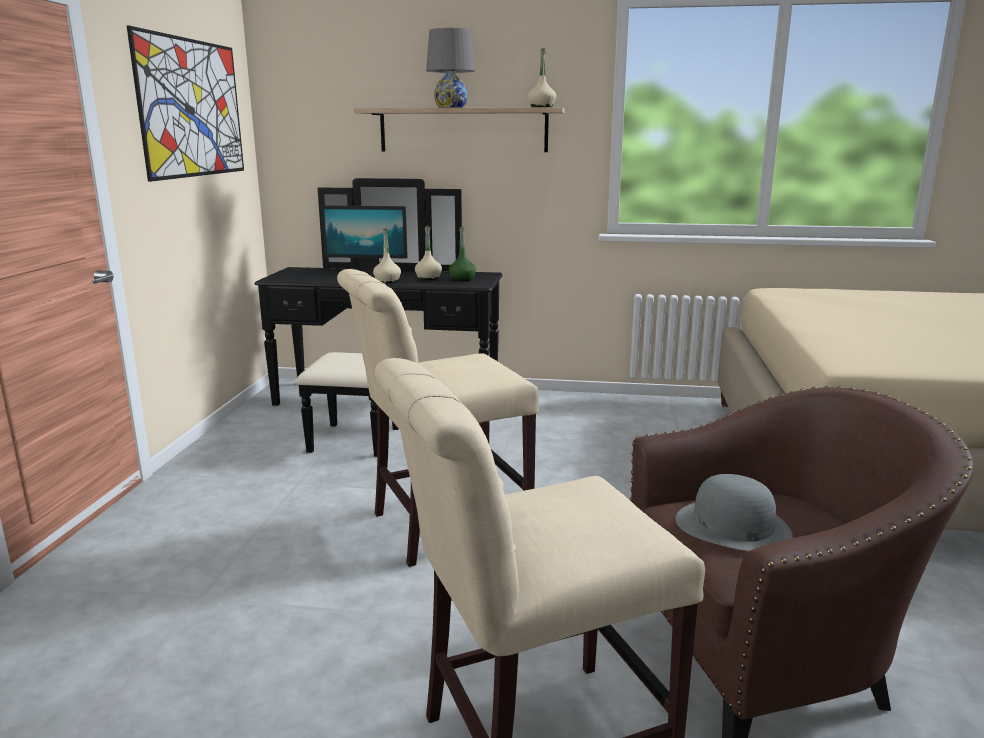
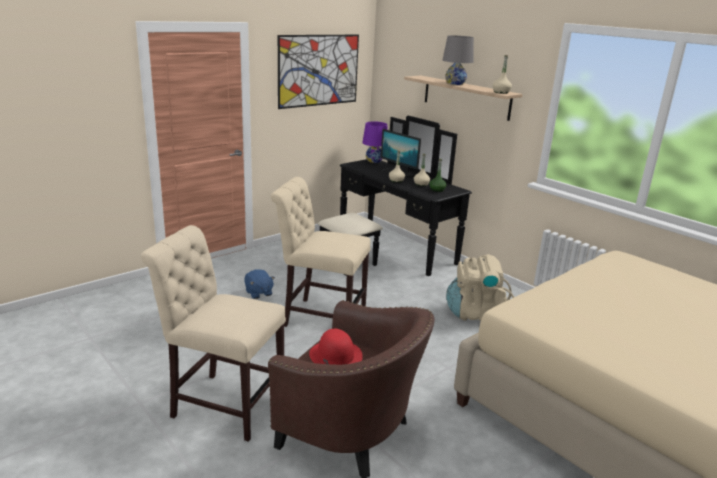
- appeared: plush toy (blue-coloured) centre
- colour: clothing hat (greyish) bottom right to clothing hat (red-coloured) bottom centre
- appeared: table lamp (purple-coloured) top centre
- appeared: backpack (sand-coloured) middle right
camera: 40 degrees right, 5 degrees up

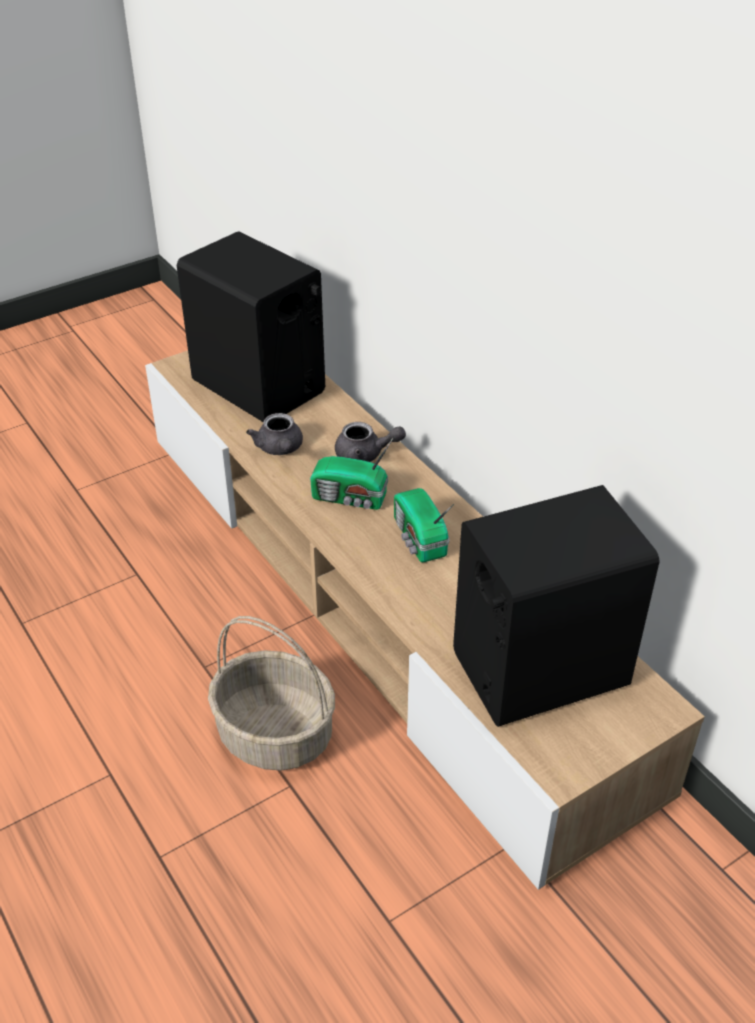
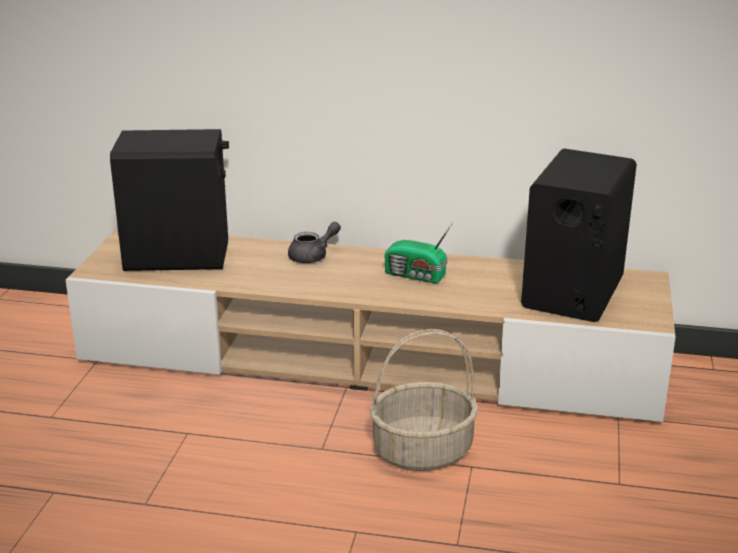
- missing: tea pot (greyish) (no. 1 from left) centre
- missing: radio set (no. 1 from left) centre
camera: 45 degrees left, 15 degrees down

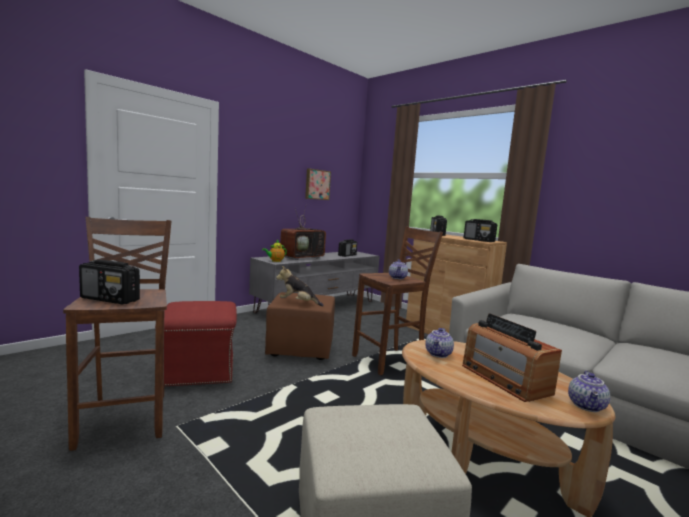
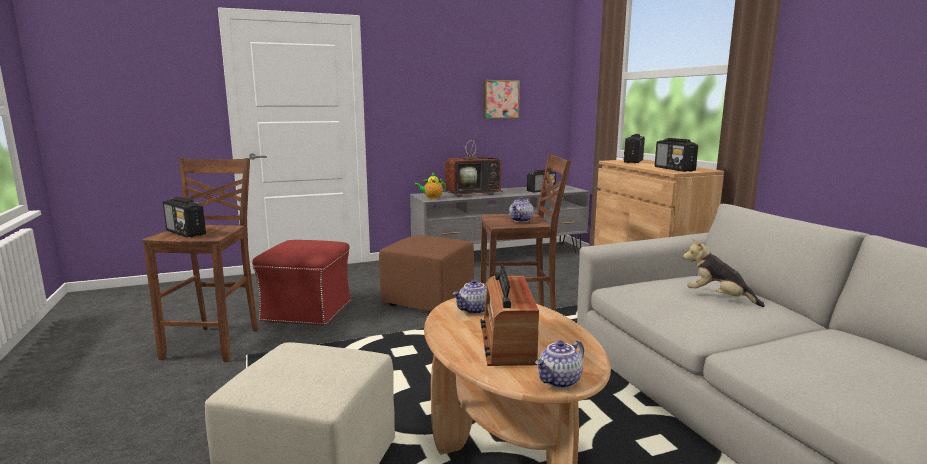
- relocated: plush toy centre to middle right
camera: 25 degrees right, 5 degrees up

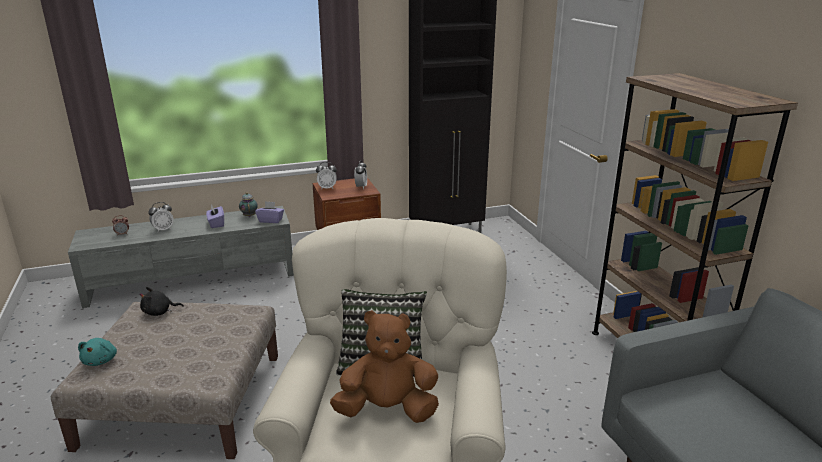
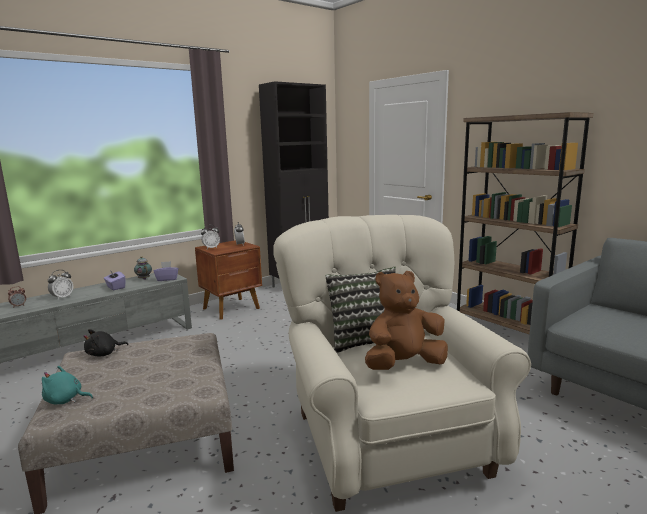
- spun: plush toy (turquoise) bottom left = bottom left 120 degrees clockwise
camera: 20 degrees left, 10 degrees down

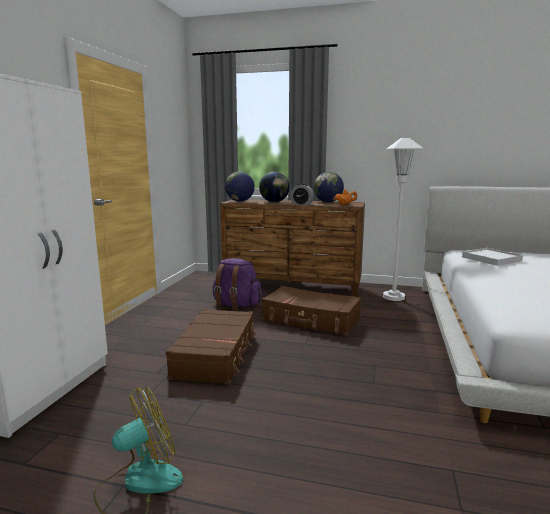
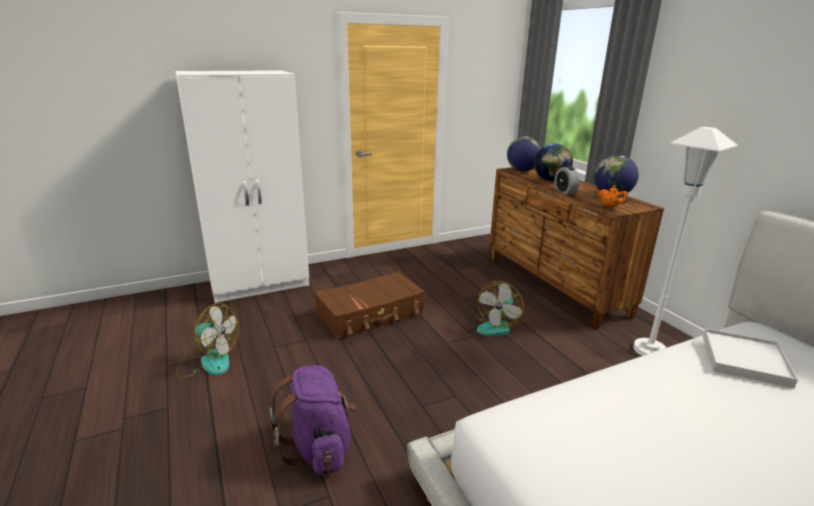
- relocated: backpack (purple-coloured) centre to bottom centre
- exchanged: piece of luggage (brown) (no. 2 from left) centre to cooling fan (no. 2 from left) centre
camera: 50 degrees right, 10 degrees up

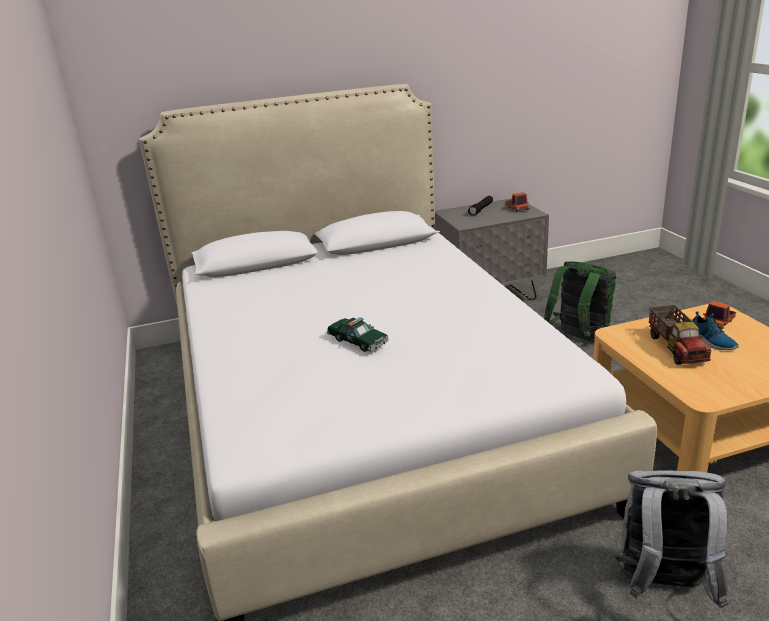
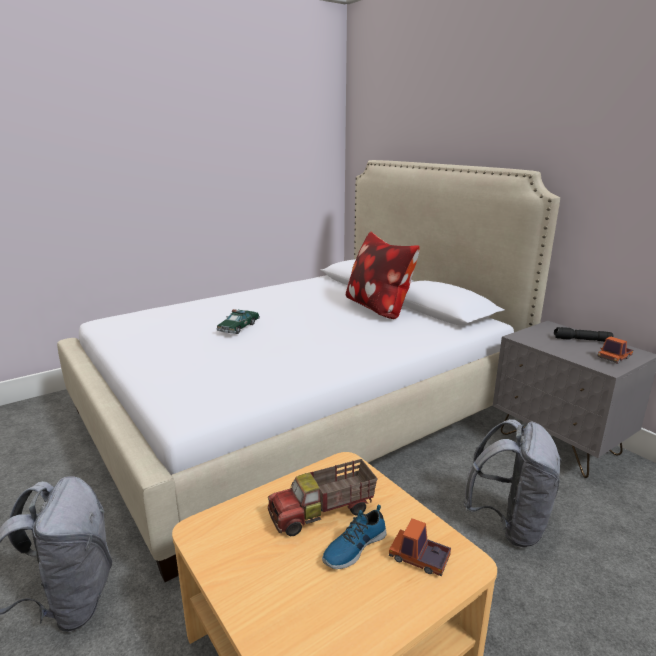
- appeared: throw pillow centre
- colour: backpack (greenish) middle right to backpack (greyish) (no. 2 from left) bottom right
camera: 70 degrees right, 5 degrees down

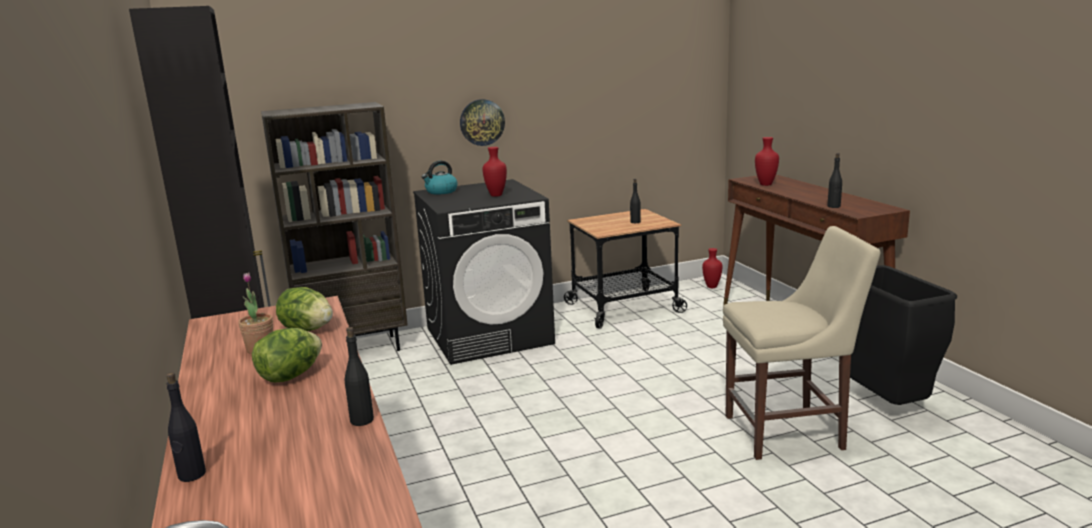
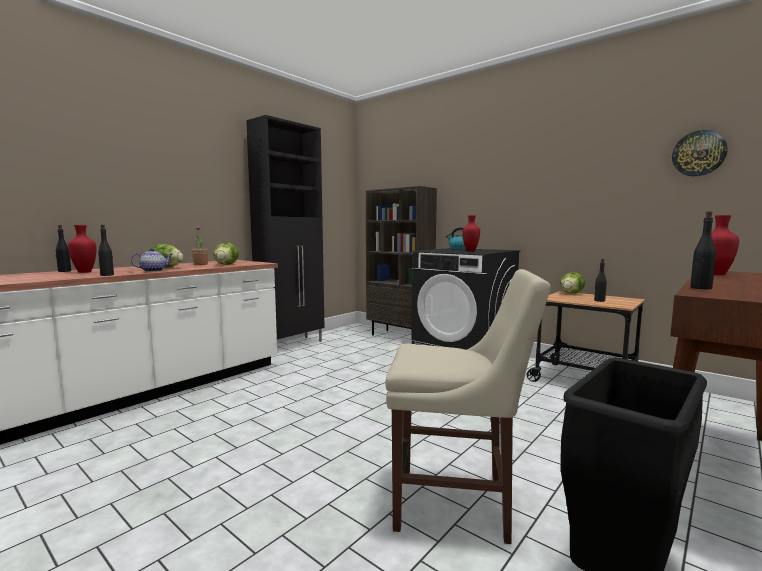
- relocated: vase (red-coloured) (no. 2 from left in the first image) centre to vase (red-coloured) (no. 1 from left) middle left
- appeared: tea pot middle left
- spun: upright chair (sand-coloured) middle right = bottom centre 45 degrees counterclockwise
- appeared: head of lettuce (no. 3 from left) middle right
- relocated: clock on the wall top centre to top right
camera: 60 degrees right, 10 degrees down

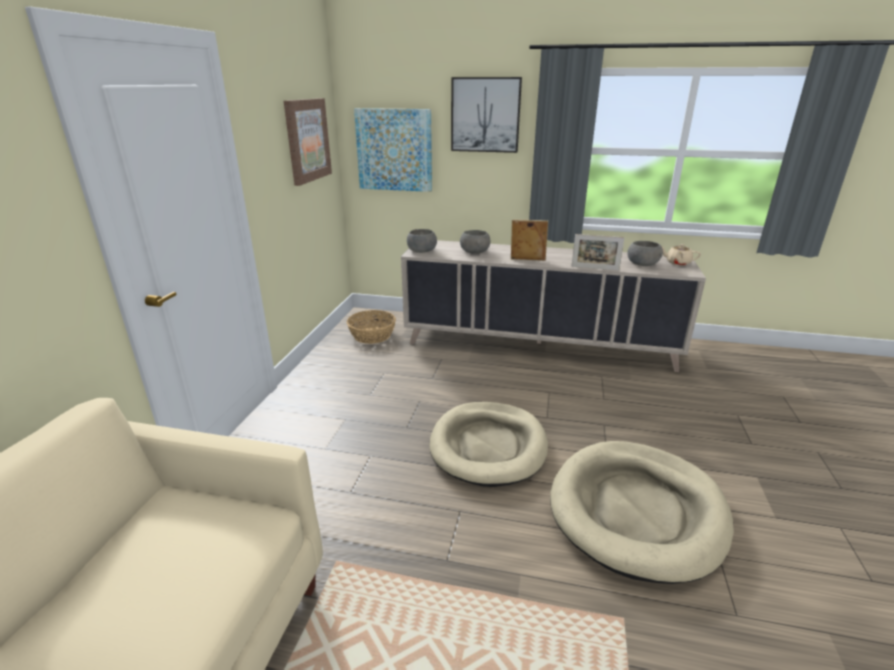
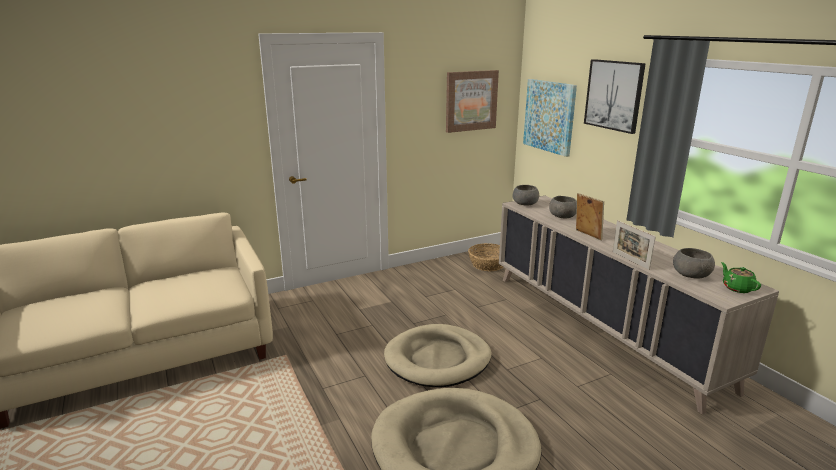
- colour: tea pot (sand-coloured) middle right to tea pot (greenish) middle right
camera: 50 degrees right, 5 degrees down

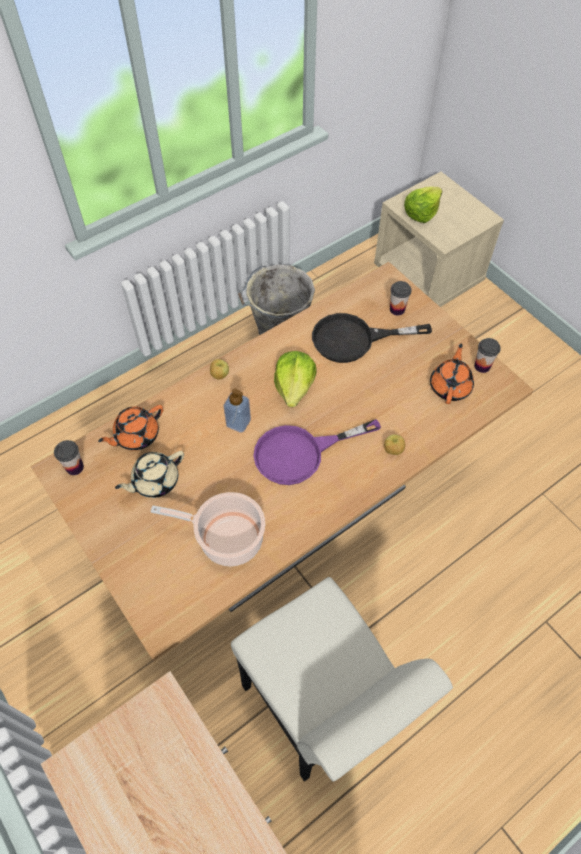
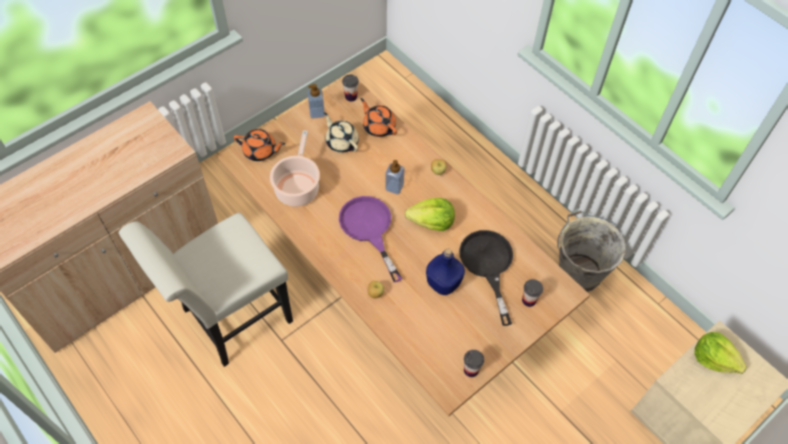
- relocated: tea pot (orange) (no. 2 from left in the first image) middle right to tea pot (orange) (no. 1 from left) top left
- appeared: soap bottle (no. 1 from left) top centre
- appeared: beverage bottle (blue-coloured) centre
camera: 85 degrees right, 0 degrees up

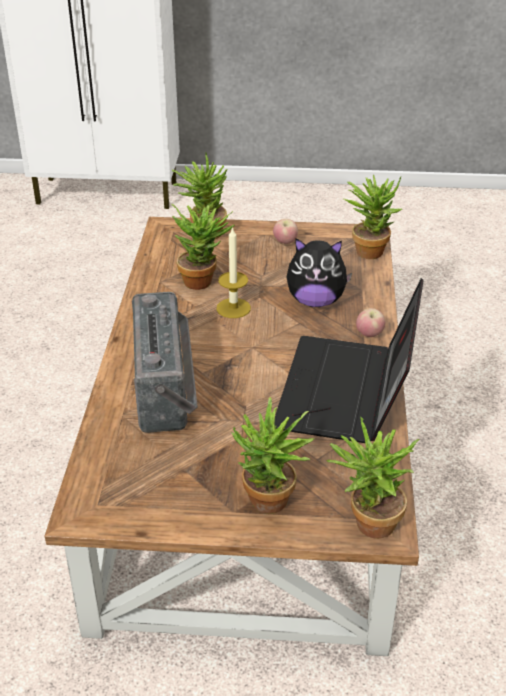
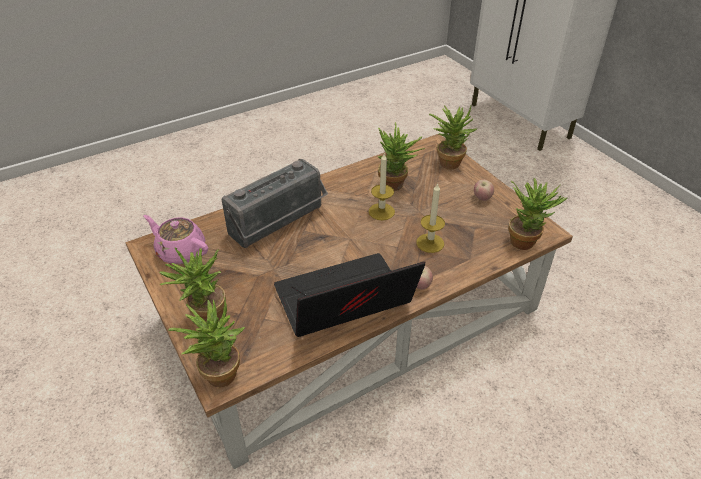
- appeared: tea pot (pink-coloured) middle left
- exchanged: plush toy centre to wax candle (no. 2 from left) centre
camera: 55 degrees right, 5 degrees up

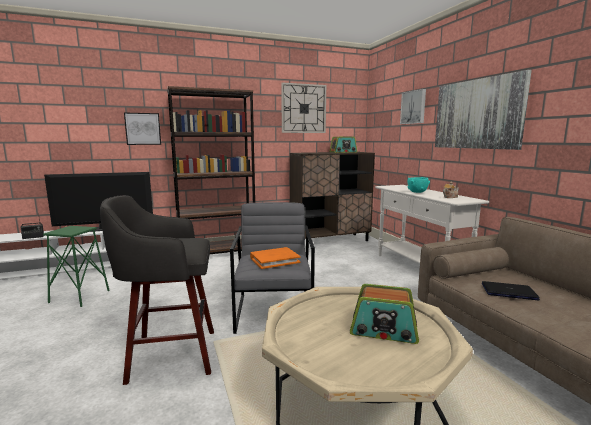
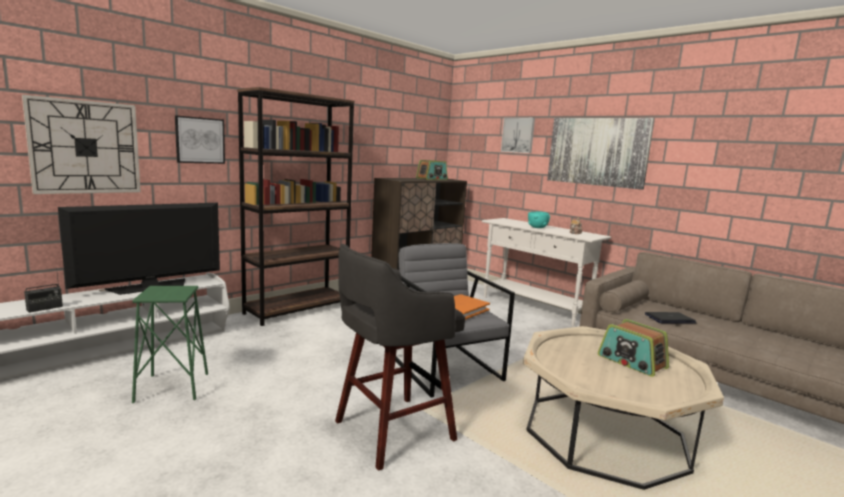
- relocated: clock on the wall top centre to top left
- spun: radio set (no. 3 from left) bottom centre = bottom right 60 degrees clockwise
camera: 25 degrees left, 0 degrees up

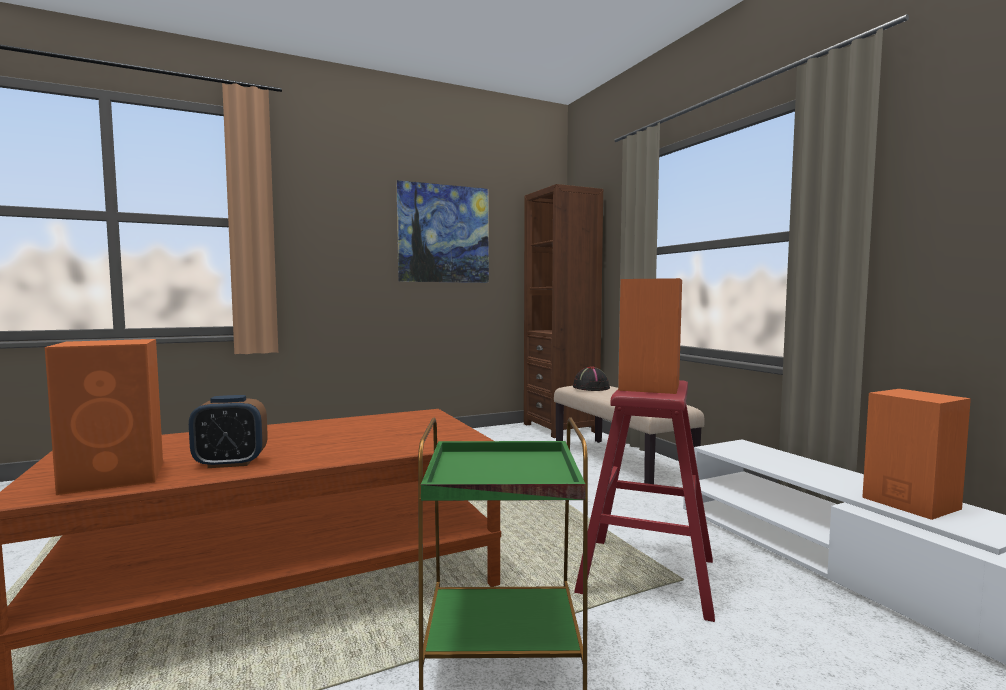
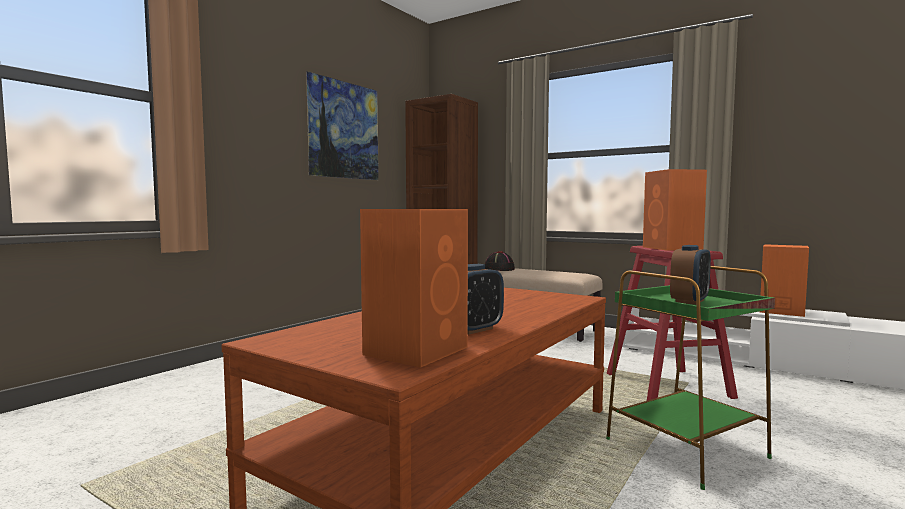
- appeared: table clock (no. 2 from left) middle right
camera: 30 degrees left, 0 degrees up

